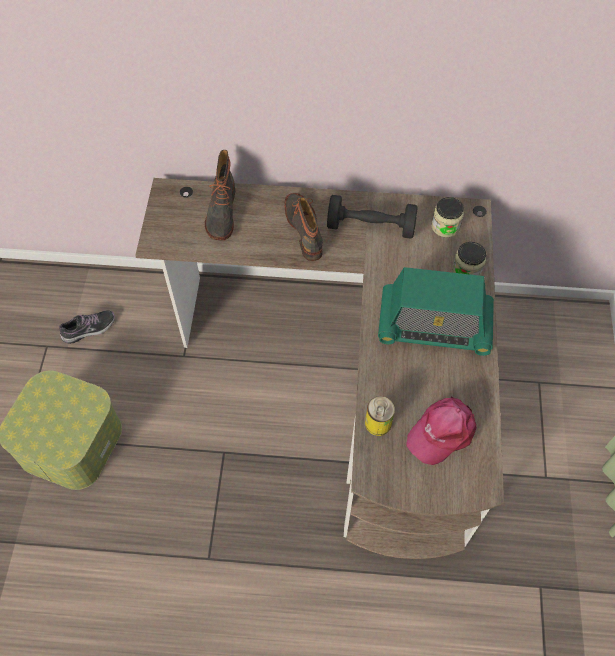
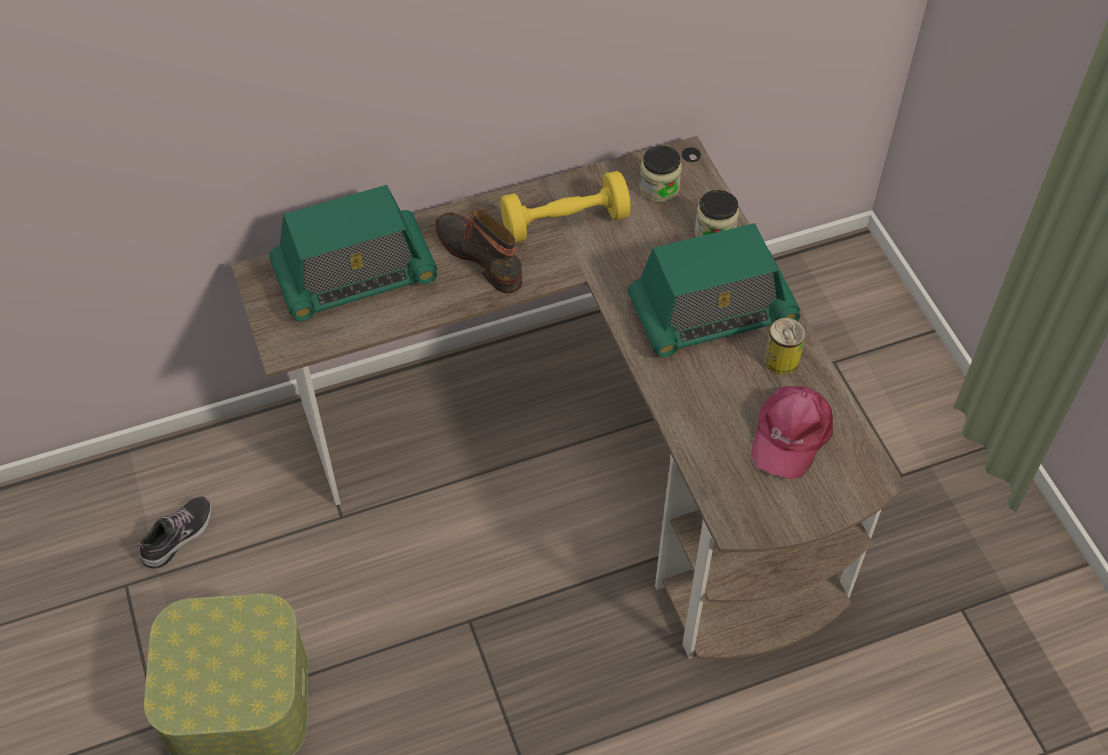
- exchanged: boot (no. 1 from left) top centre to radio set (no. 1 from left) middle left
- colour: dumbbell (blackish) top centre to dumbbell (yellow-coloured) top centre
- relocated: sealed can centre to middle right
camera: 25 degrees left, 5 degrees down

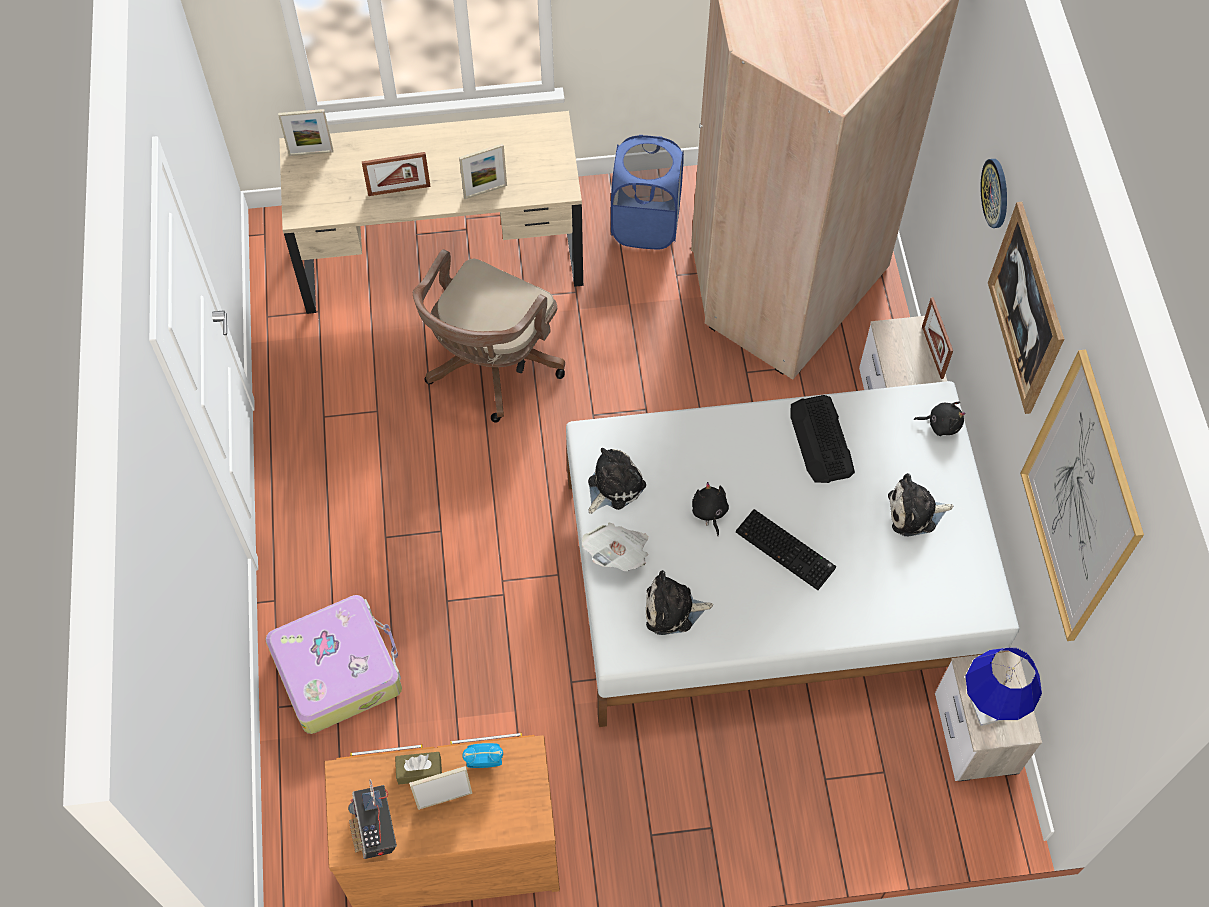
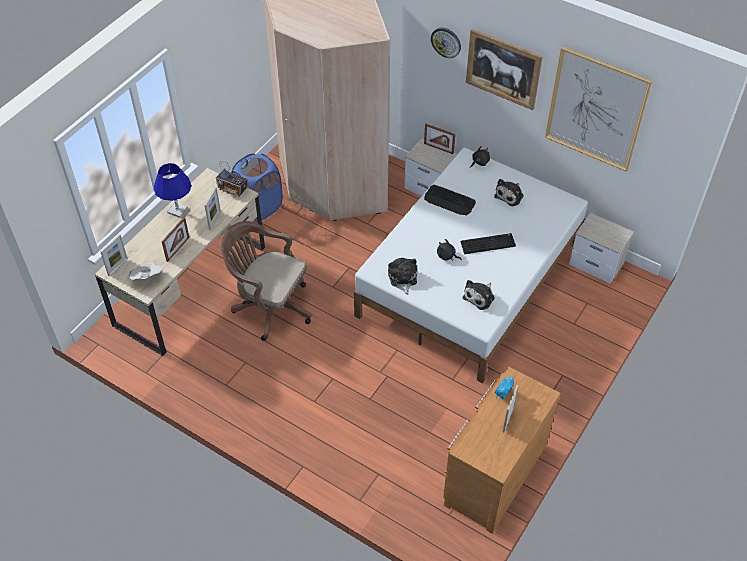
- relocated: daily paper centre to middle left
- relocated: table lamp (blue-coloured) bottom right to middle left
- relocated: radio set bottom left to top left
- spun: computer chair (brown) centre = centre 135 degrees clockwise
- missing: piece of luggage bottom left
- missing: tissue box (brown) bottom centre
camera: 50 degrees left, 10 degrees down

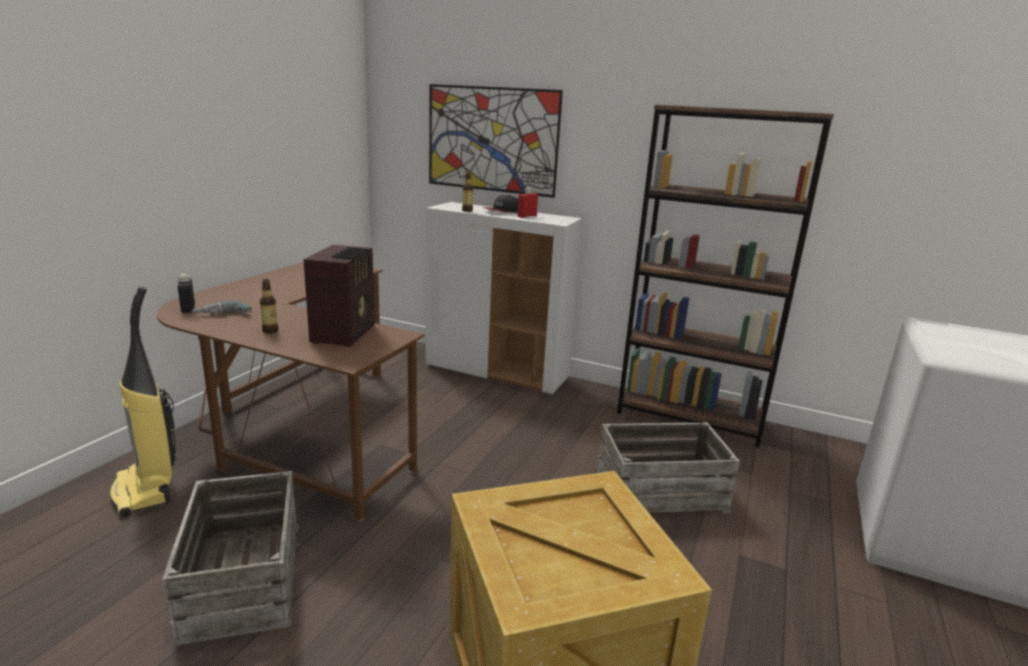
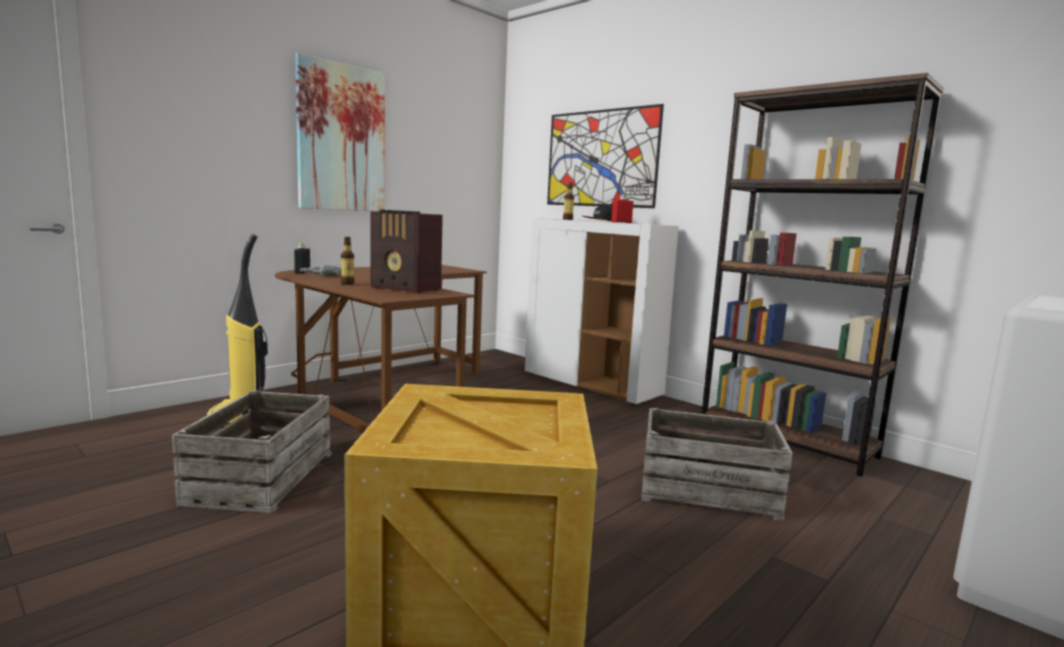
- appeared: picture (no. 1 from left) top left
- spun: radio set middle left = centre 90 degrees clockwise
camera: 20 degrees right, 10 degrees down

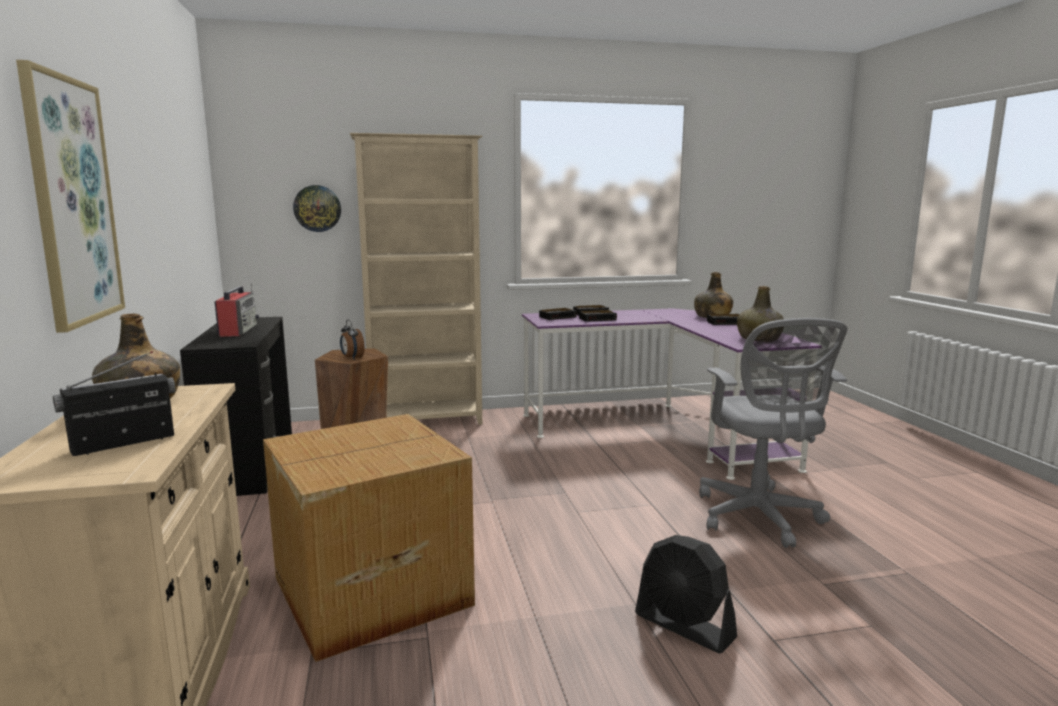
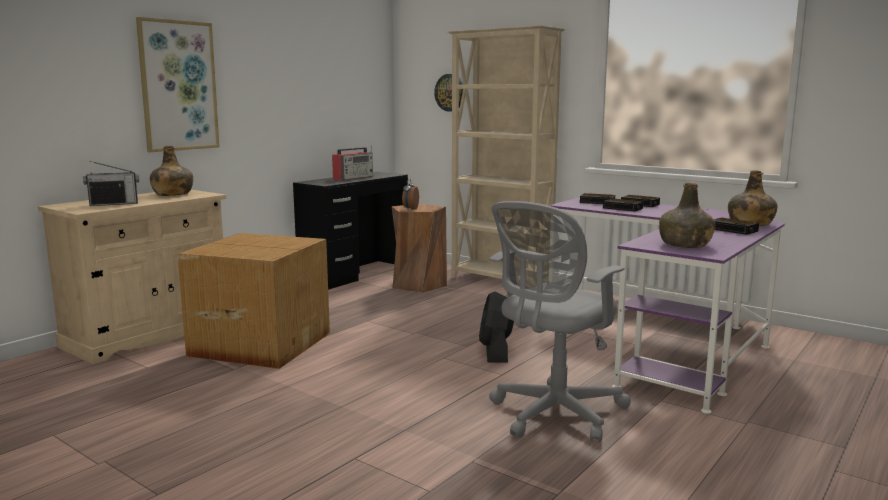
- spun: radio set (no. 1 from left) middle left = middle left 150 degrees clockwise
- relocated: cooling fan (blackish) bottom centre to centre
camera: 50 degrees right, 0 degrees up

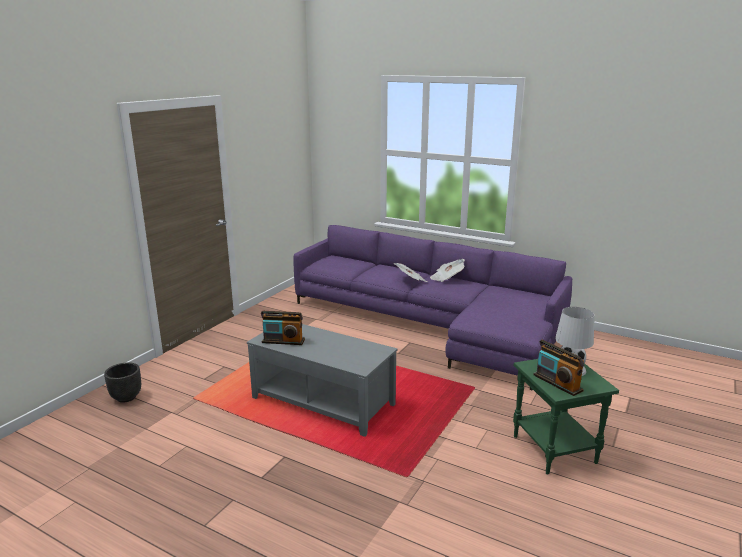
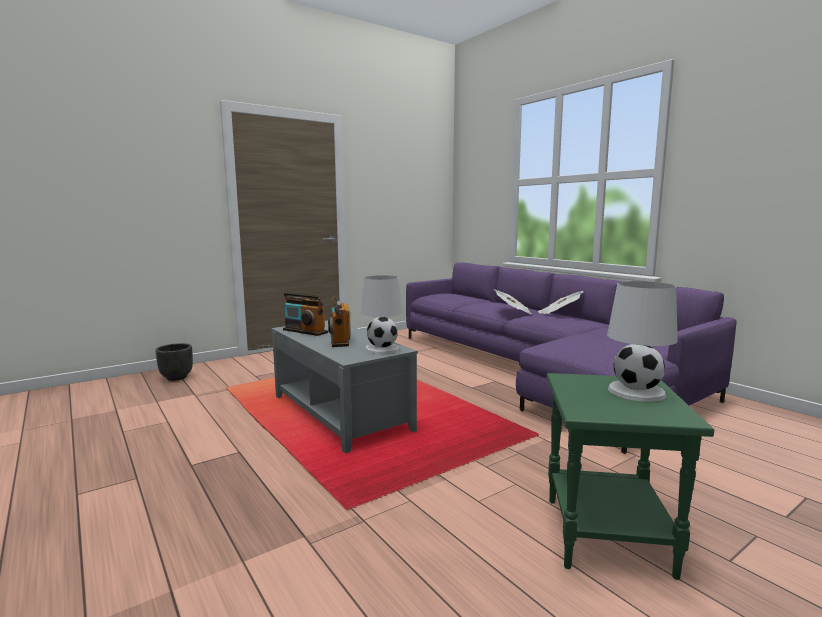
- relocated: radio set (no. 2 from left) middle right to centre
- appeared: table lamp (white) (no. 1 from left) centre
camera: 25 degrees right, 10 degrees down

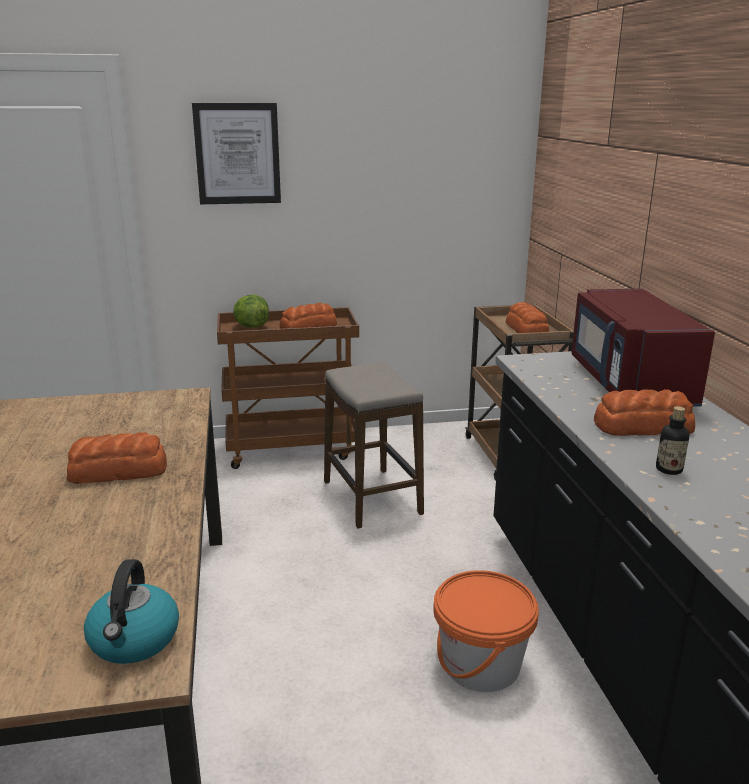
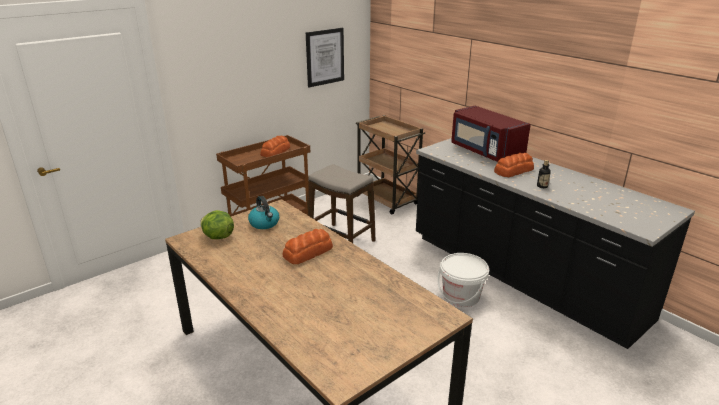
- relocated: head of lettuce centre to middle left
- relocated: tea kettle bottom left to centre
- relocated: picture top left to top centre
- colour: water bucket (orange) bottom centre to water bucket (white) bottom centre
- missing: bread (no. 3 from left) middle right
camera: 30 degrees left, 5 degrees up

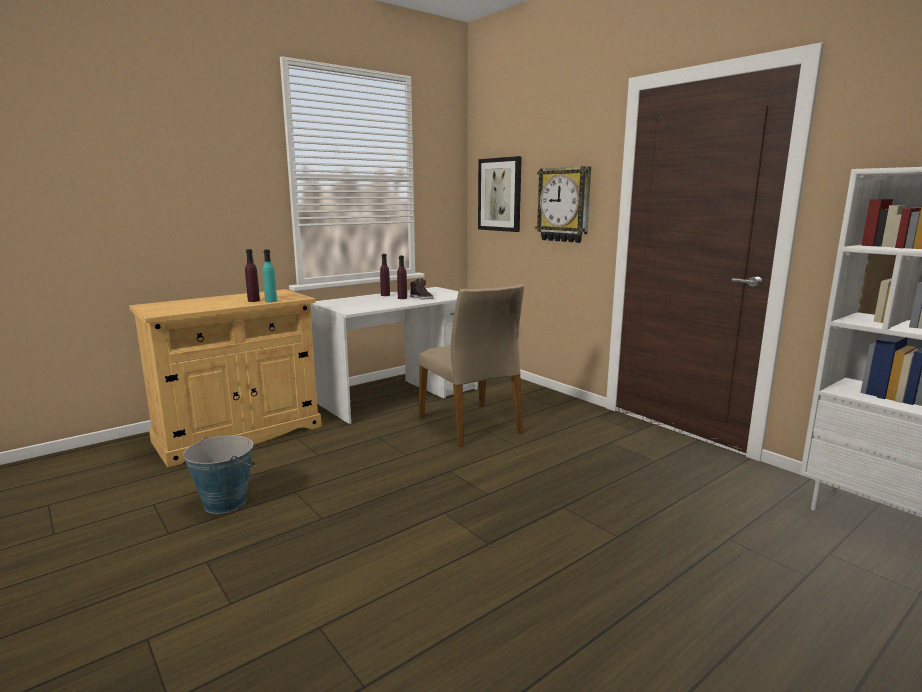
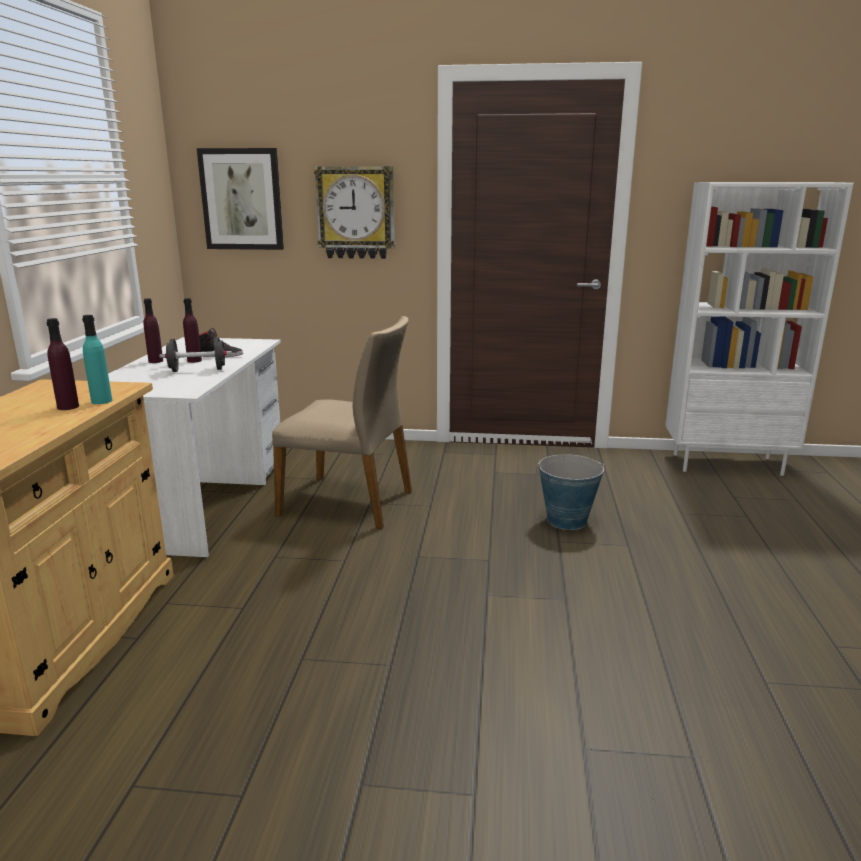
- appeared: dumbbell (blackish) middle left
- relocated: water bucket bottom left to centre
camera: 45 degrees left, 5 degrees up

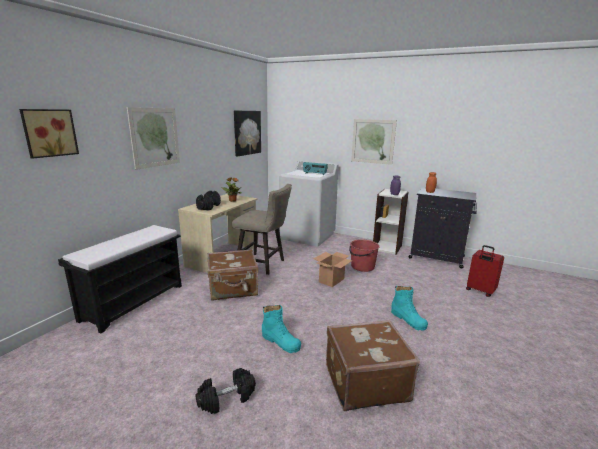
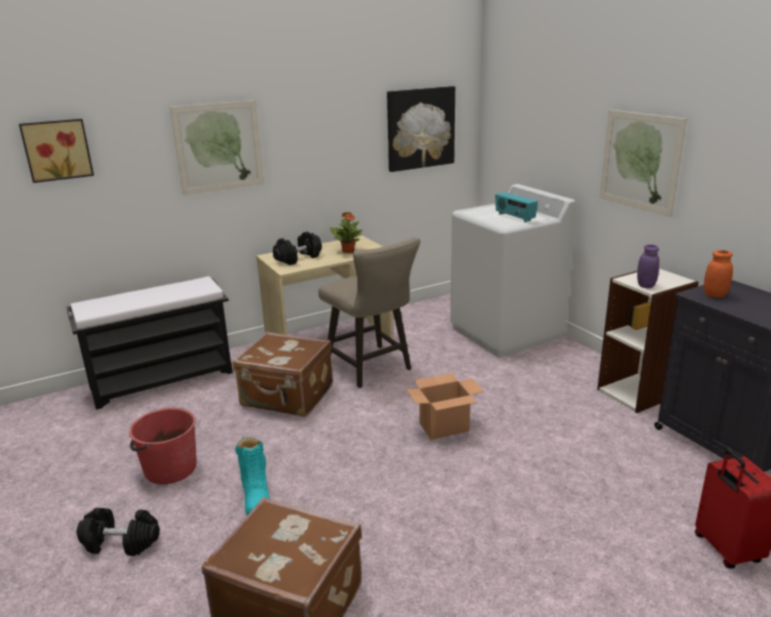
- relocated: water bucket (red-coloured) centre to bottom left
- missing: boot (turquoise) (no. 2 from left) bottom right
camera: 35 degrees right, 5 degrees up

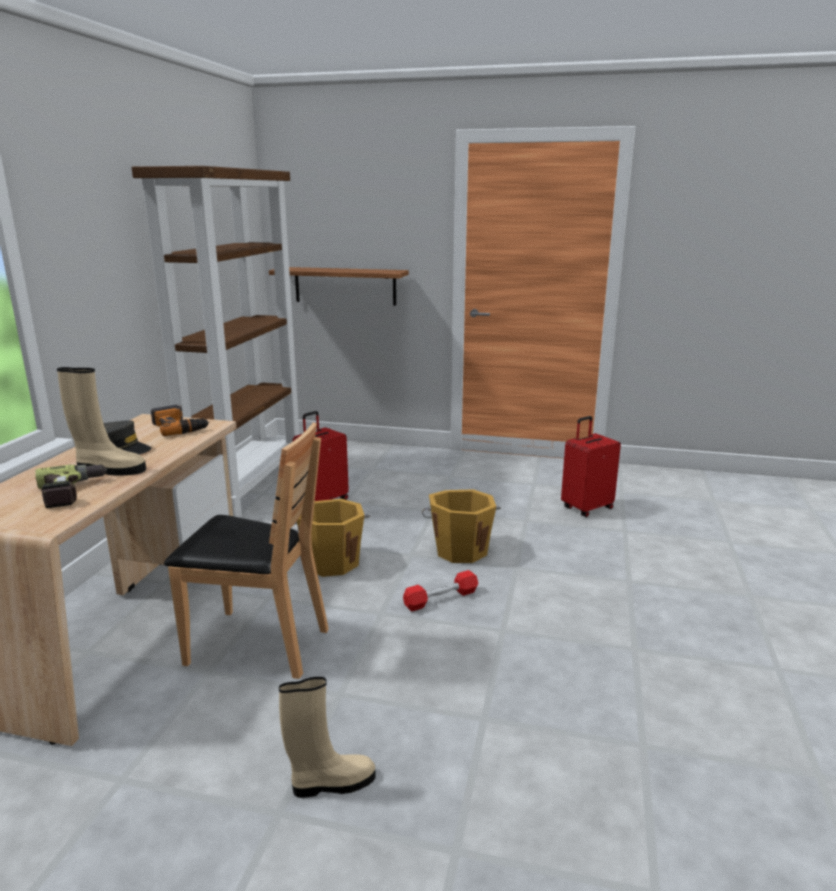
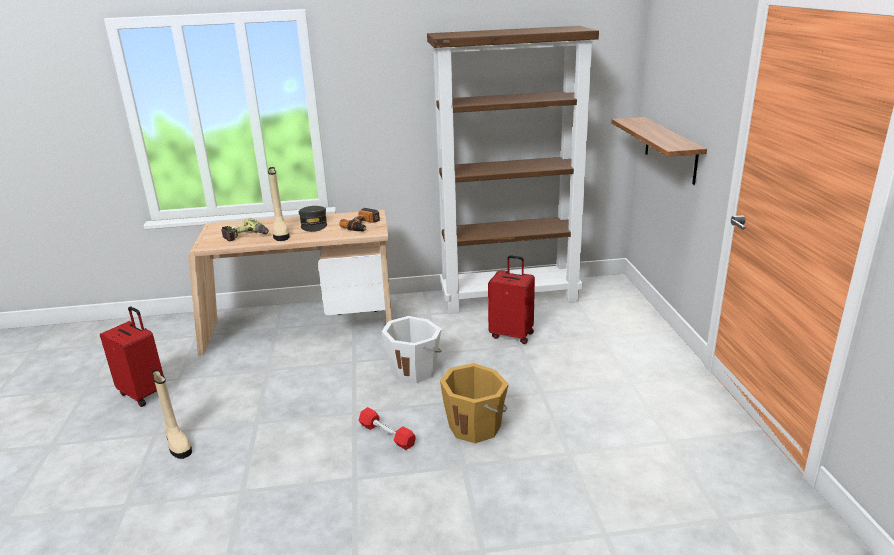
- relocated: piece of luggage (red-coloured) (no. 2 from left in the first image) middle right to piece of luggage (red-coloured) (no. 1 from left) middle left
- colour: water bucket (orange) (no. 1 from left) centre to water bucket (white) centre
- missing: upright chair (brown) middle left
camera: 70 degrees right, 5 degrees up

